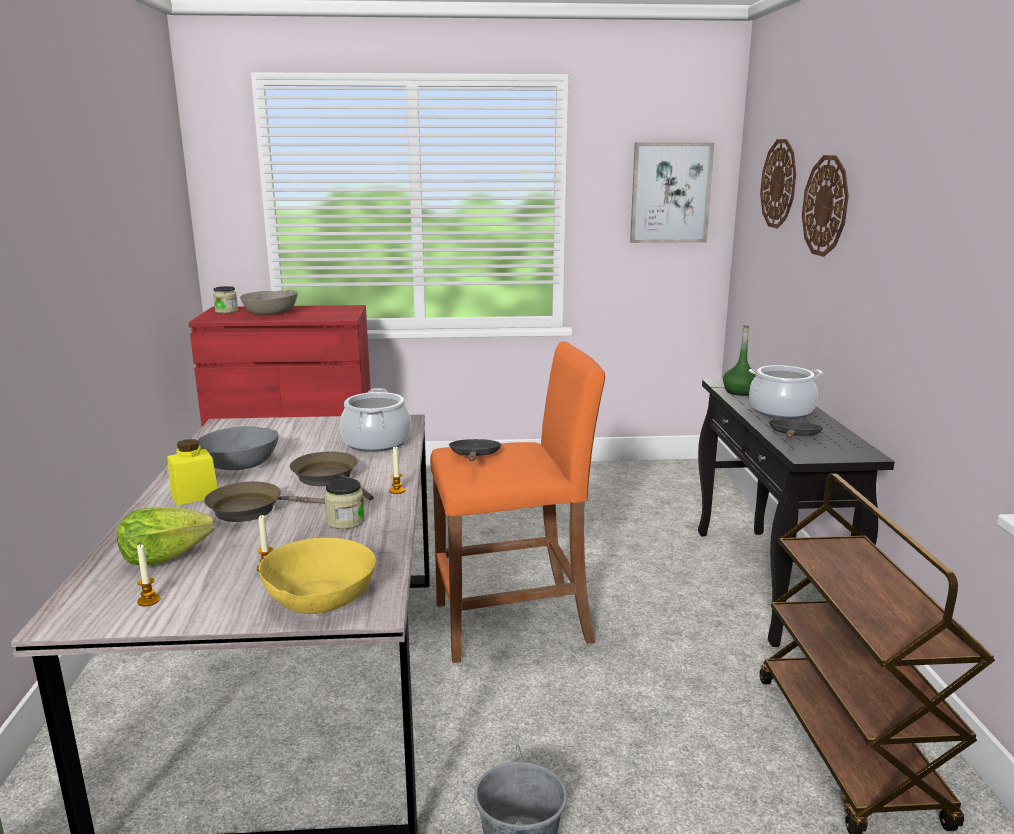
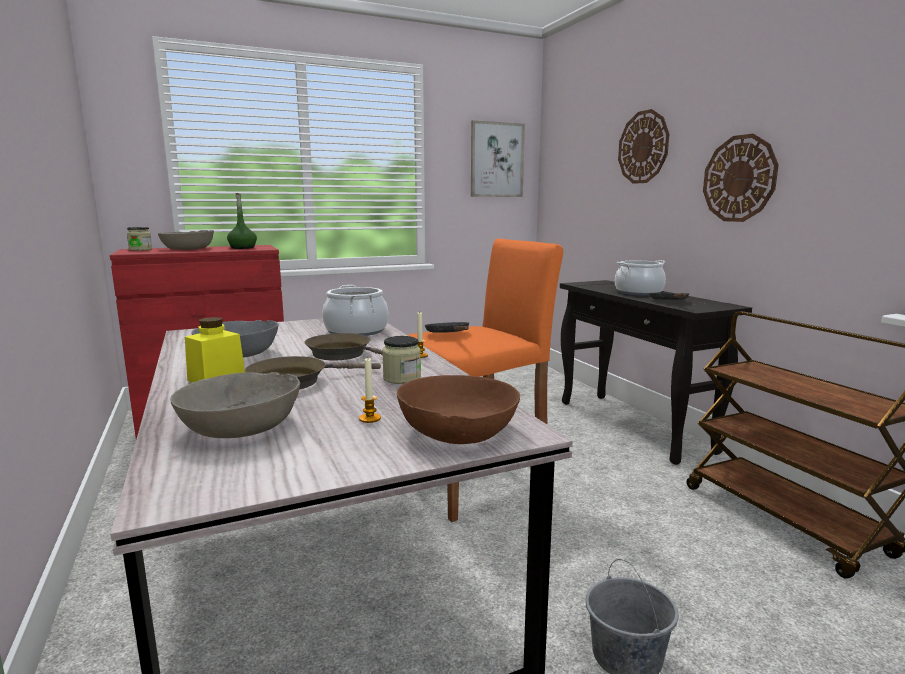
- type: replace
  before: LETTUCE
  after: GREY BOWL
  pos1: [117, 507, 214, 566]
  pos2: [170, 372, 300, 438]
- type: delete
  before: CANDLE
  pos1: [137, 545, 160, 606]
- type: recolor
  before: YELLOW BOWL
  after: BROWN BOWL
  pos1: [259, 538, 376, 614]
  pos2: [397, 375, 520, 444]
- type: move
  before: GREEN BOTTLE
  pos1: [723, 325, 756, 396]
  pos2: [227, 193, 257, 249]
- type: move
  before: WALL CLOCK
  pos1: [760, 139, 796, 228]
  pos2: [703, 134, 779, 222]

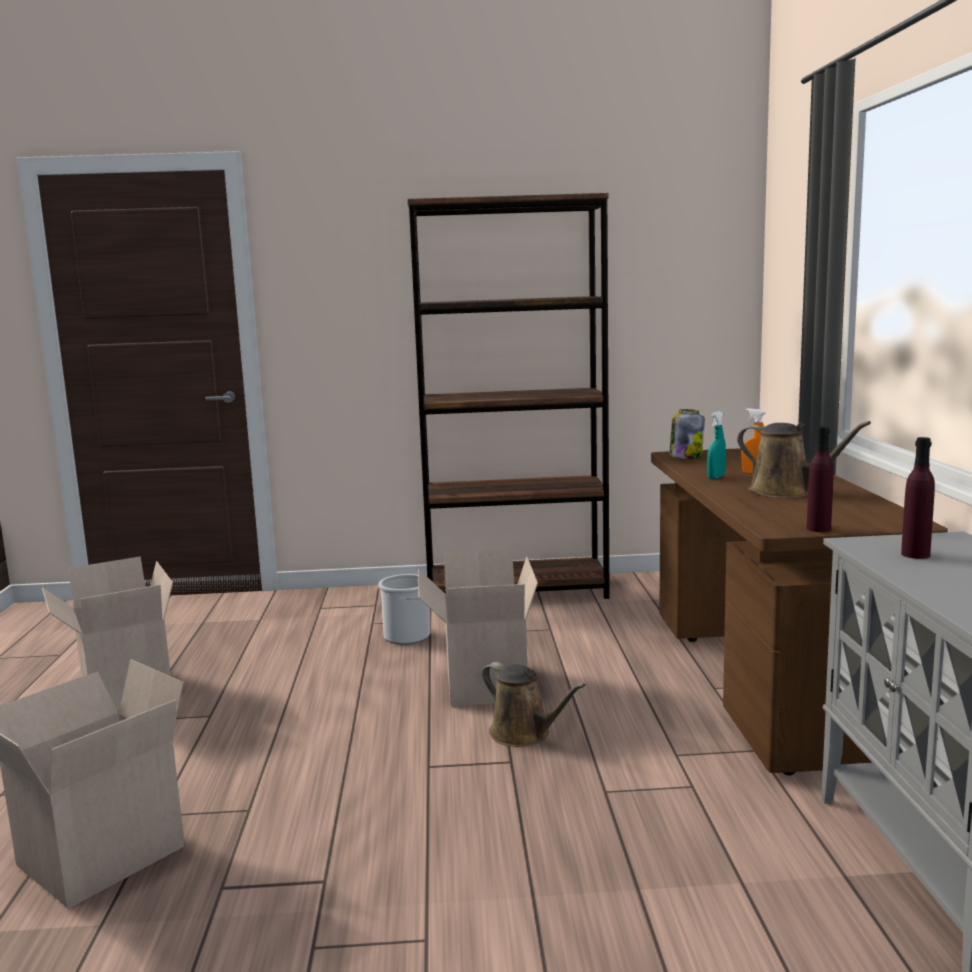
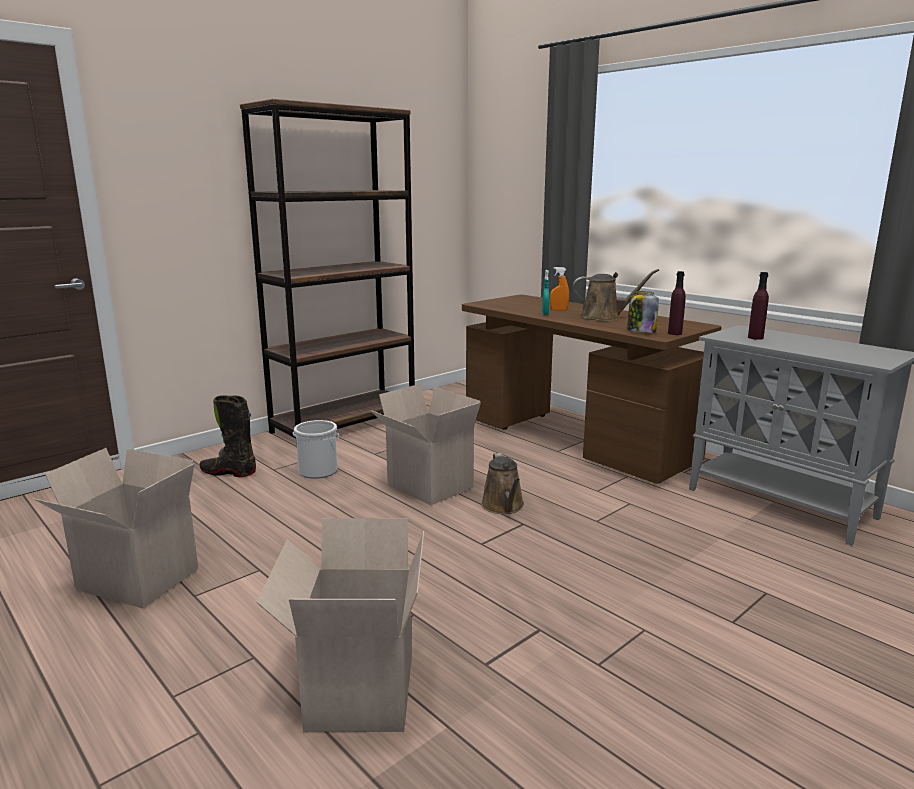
- type: rotate
  before: BROWN WATERING CAN
  pos1: [482, 662, 586, 747]
  pos2: [481, 453, 524, 514]
  turn: 75
- type: move
  before: JAR
  pos1: [669, 409, 705, 459]
  pos2: [627, 291, 659, 333]
- type: insert
  after: BLACK BOOT
  pos2: [200, 395, 256, 477]

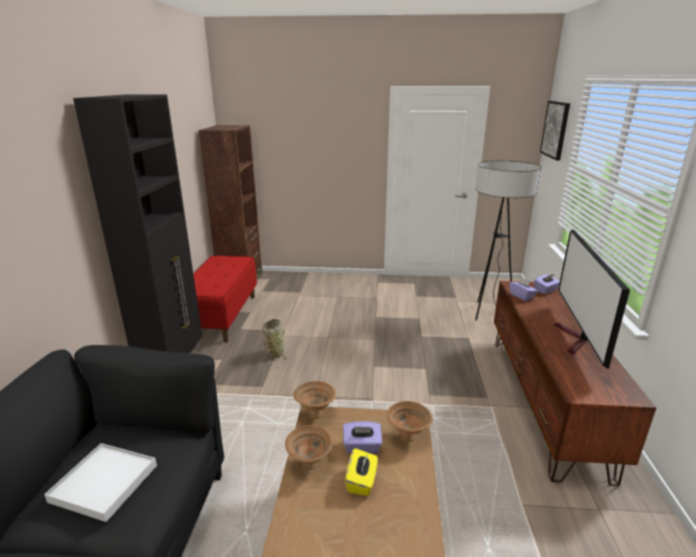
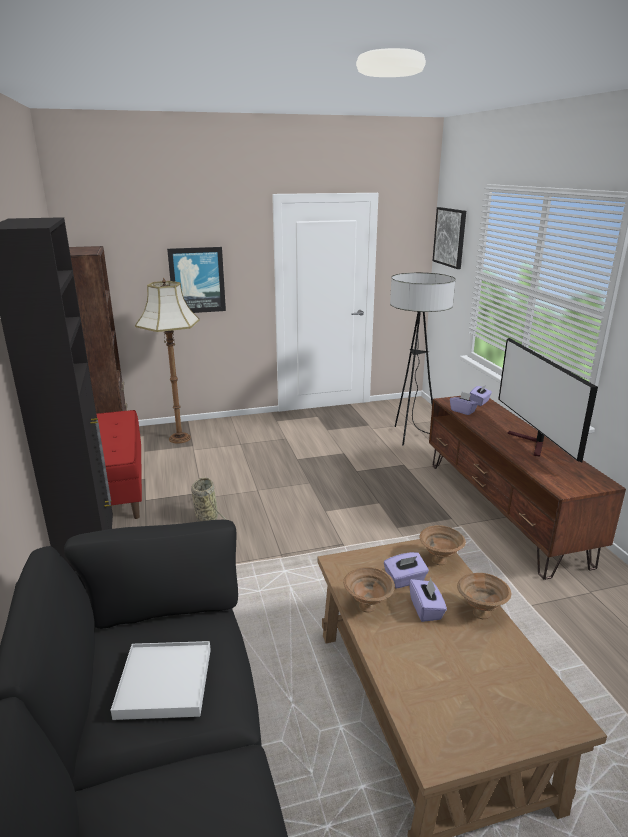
- type: move
  before: BROWN BOWL
  pos1: [293, 381, 336, 419]
  pos2: [457, 573, 511, 619]
- type: recolor
  before: YELLOW TISSUE BOX
  after: PURPLE TISSUE BOX
  pos1: [345, 448, 378, 496]
  pos2: [409, 578, 447, 622]
- type: insert
  after: FLOOR LAMP
  pos2: [135, 278, 200, 444]
- type: insert
  after: PICTURE
  pos2: [167, 247, 226, 313]

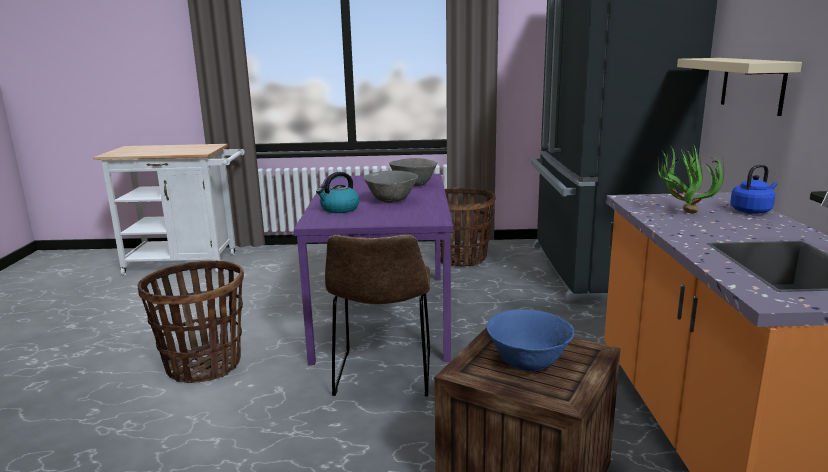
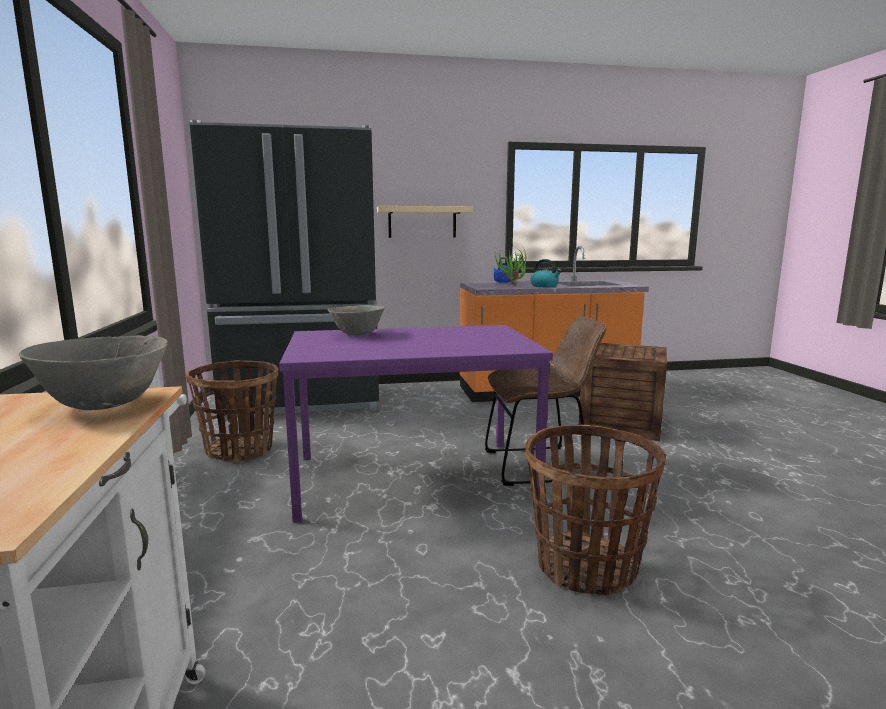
- type: move
  before: KETTLE
  pos1: [316, 172, 360, 213]
  pos2: [530, 259, 562, 287]
- type: move
  before: GREY BOWL
  pos1: [364, 171, 418, 203]
  pos2: [19, 335, 168, 410]
- type: delete
  before: BLUE BOWL
  pos1: [487, 309, 574, 371]

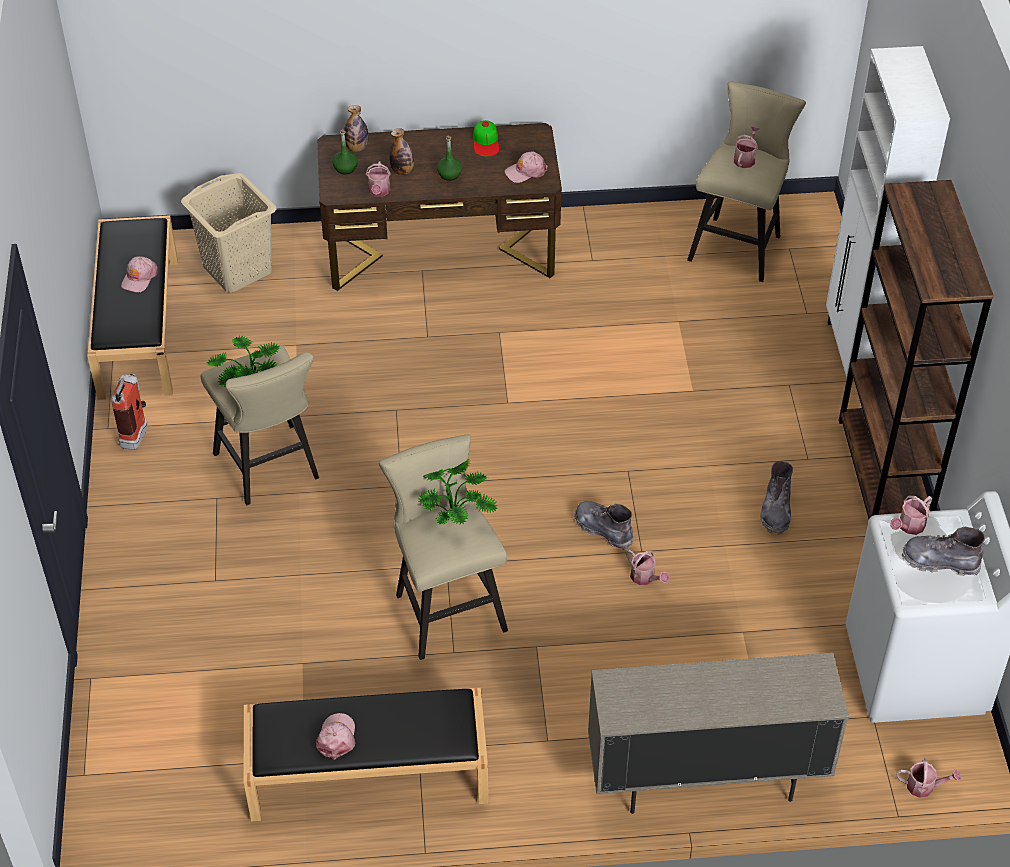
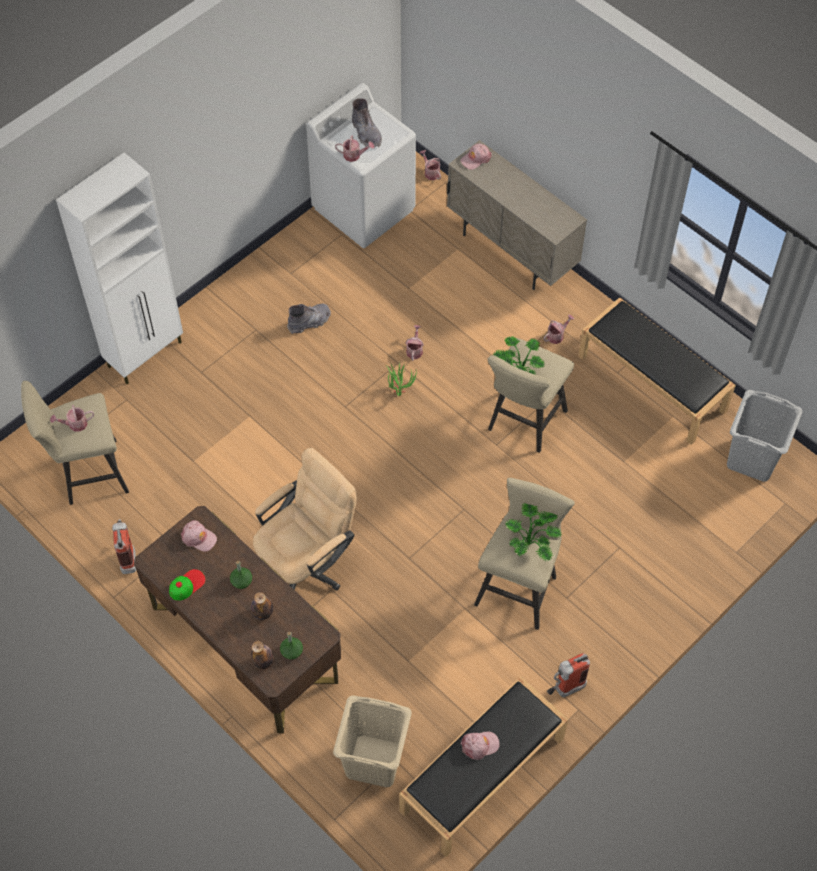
- type: move
  before: PINK CAP
  pos1: [316, 713, 355, 759]
  pos2: [460, 143, 492, 170]
- type: move
  before: WATERING CAN
  pos1: [366, 161, 391, 197]
  pos2: [543, 315, 574, 344]
- type: replace
  before: GREY BOOT
  after: POTTED PLANT
  pos1: [574, 501, 634, 550]
  pos2: [387, 362, 418, 396]
- type: delete
  before: BROWN BOOKCASE
  pos1: [839, 180, 994, 519]
- type: insert
  after: FIRE EXTINGUISHER
  pos2: [112, 519, 136, 574]
- type: insert
  after: BEIGE OFFICE CHAIR
  pos2: [253, 448, 357, 591]
- type: insert
  after: GREY LAUNDRY BASKET
  pos2: [727, 390, 802, 482]

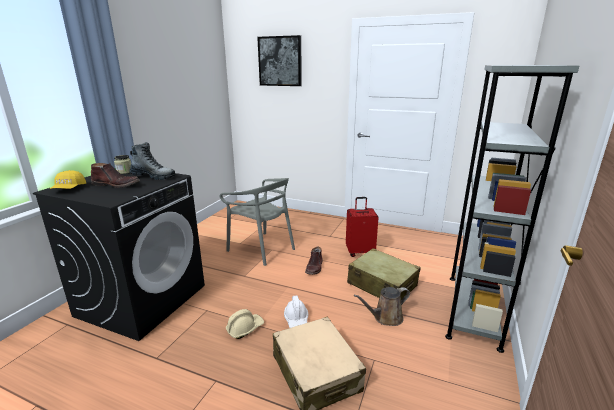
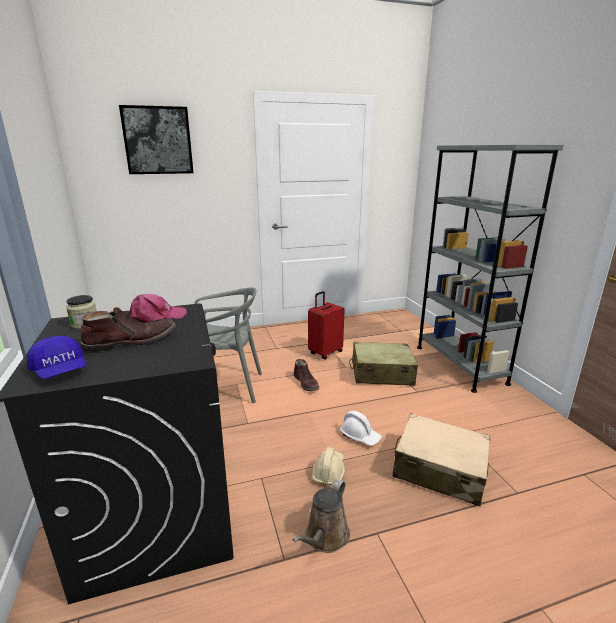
- type: recolor
  before: YELLOW CAP
  after: BLUE CAP
  pos1: [50, 170, 86, 189]
  pos2: [27, 336, 86, 379]
- type: replace
  before: BOOT
  after: PINK CAP
  pos1: [130, 142, 176, 180]
  pos2: [128, 294, 187, 324]
- type: move
  before: BROWN WATERING CAN
  pos1: [354, 287, 410, 326]
  pos2: [292, 479, 350, 553]

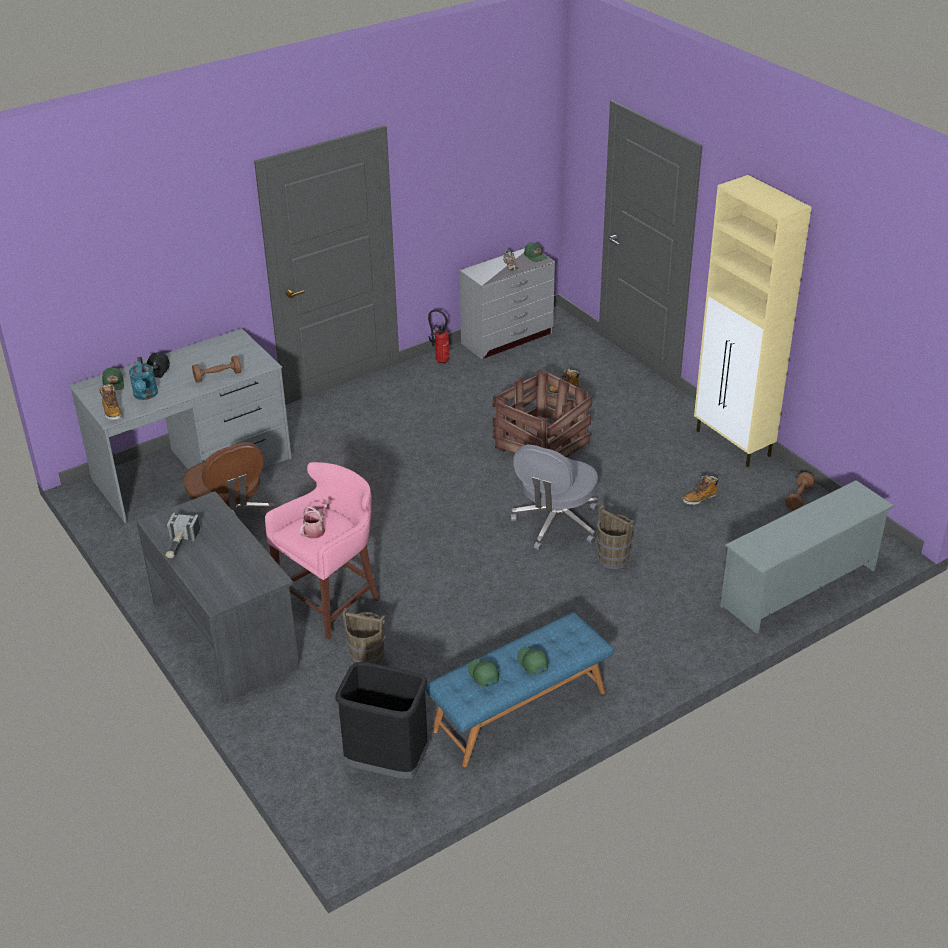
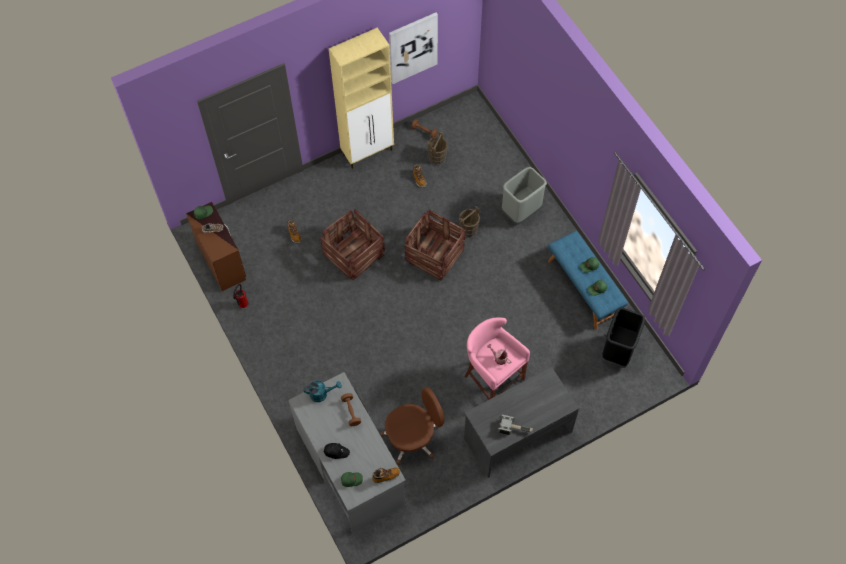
- type: move
  before: TURQUOISE WATERING CAN
  pos1: [129, 357, 158, 400]
  pos2: [304, 381, 342, 402]
- type: move
  before: BROWN BUCKET
  pos1: [342, 608, 385, 665]
  pos2: [427, 132, 448, 166]
- type: recolor
  before: GREY DRESSER
  after: BROWN DRESSER
  pos1: [460, 248, 555, 359]
  pos2: [186, 202, 246, 291]
- type: replace
  before: GREY OFFICE CHAIR
  after: CRATE
  pos1: [510, 445, 598, 551]
  pos2: [404, 209, 466, 281]
- type: delete
  before: GREY SHOE RACK
  pos1: [720, 480, 895, 634]
- type: insert
  after: PICTURE
  pos2: [389, 12, 438, 84]
- type: insert
  after: GREY TRASH CAN
  pos2: [502, 167, 547, 225]

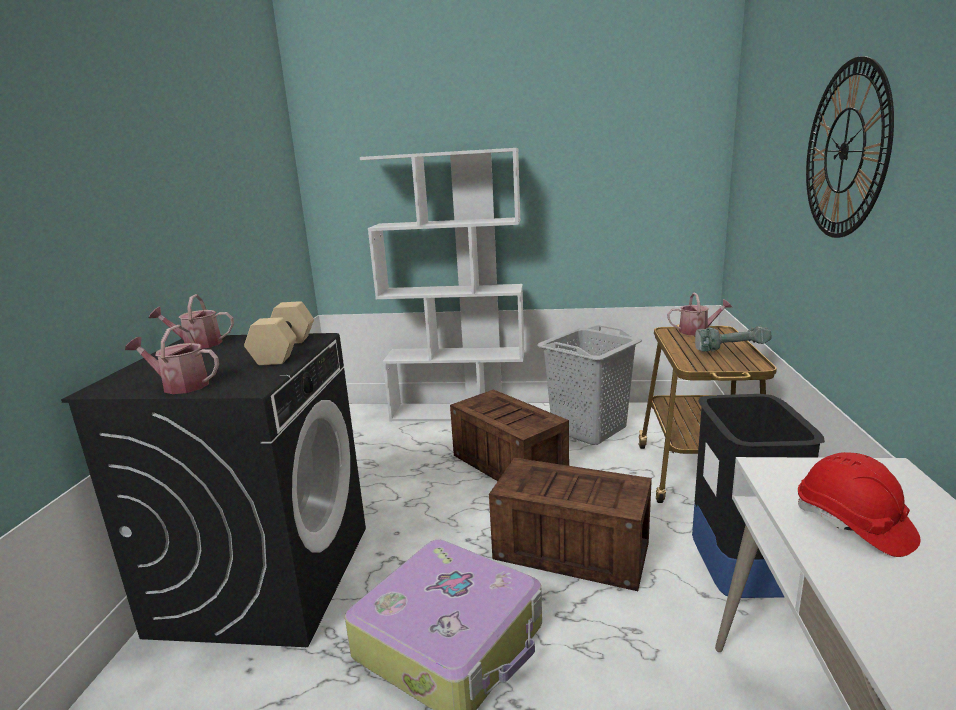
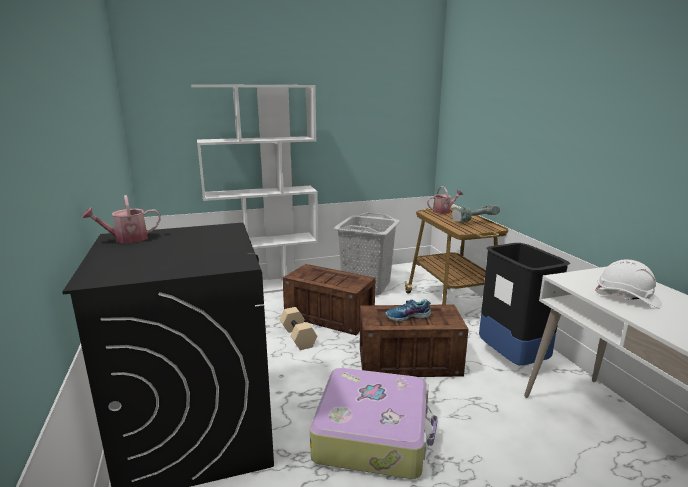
- type: delete
  before: WATERING CAN
  pos1: [125, 325, 219, 394]
- type: move
  before: BEIGE DUMBBELL
  pos1: [244, 301, 314, 365]
  pos2: [280, 307, 317, 350]
- type: recolor
  before: RED HARD HAT
  after: WHITE HARD HAT
  pos1: [798, 452, 921, 557]
  pos2: [594, 259, 662, 308]
- type: delete
  before: WALL CLOCK
  pos1: [806, 56, 894, 238]
- type: insert
  after: SHOE
  pos2: [385, 299, 431, 322]

